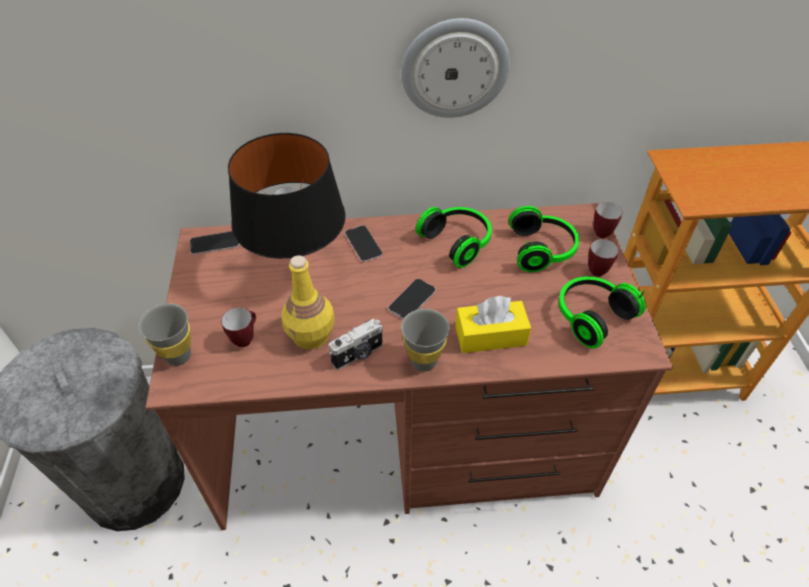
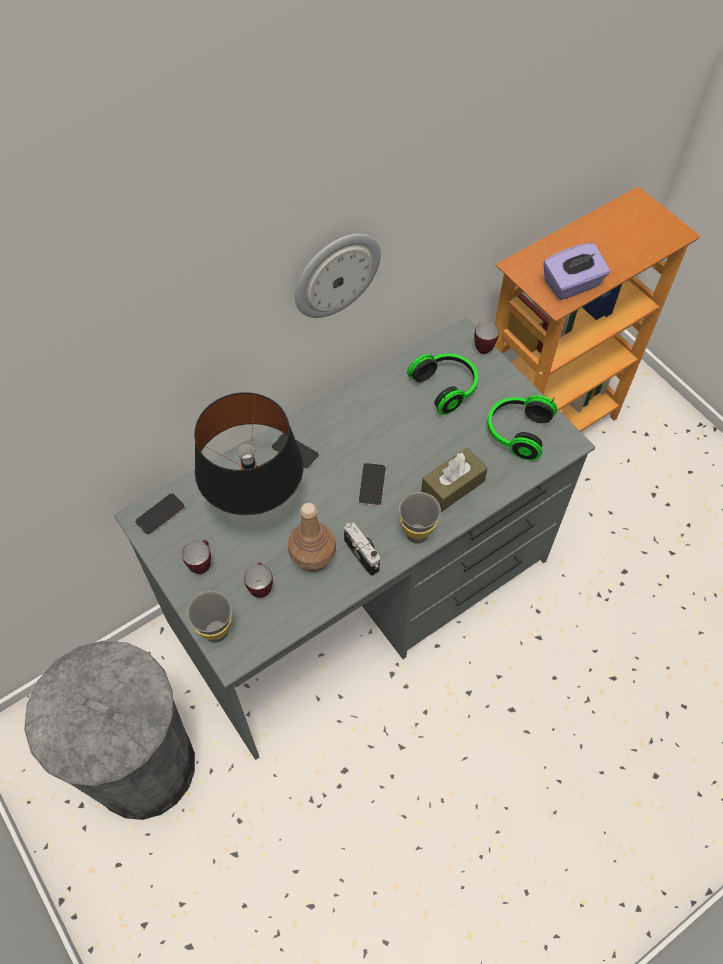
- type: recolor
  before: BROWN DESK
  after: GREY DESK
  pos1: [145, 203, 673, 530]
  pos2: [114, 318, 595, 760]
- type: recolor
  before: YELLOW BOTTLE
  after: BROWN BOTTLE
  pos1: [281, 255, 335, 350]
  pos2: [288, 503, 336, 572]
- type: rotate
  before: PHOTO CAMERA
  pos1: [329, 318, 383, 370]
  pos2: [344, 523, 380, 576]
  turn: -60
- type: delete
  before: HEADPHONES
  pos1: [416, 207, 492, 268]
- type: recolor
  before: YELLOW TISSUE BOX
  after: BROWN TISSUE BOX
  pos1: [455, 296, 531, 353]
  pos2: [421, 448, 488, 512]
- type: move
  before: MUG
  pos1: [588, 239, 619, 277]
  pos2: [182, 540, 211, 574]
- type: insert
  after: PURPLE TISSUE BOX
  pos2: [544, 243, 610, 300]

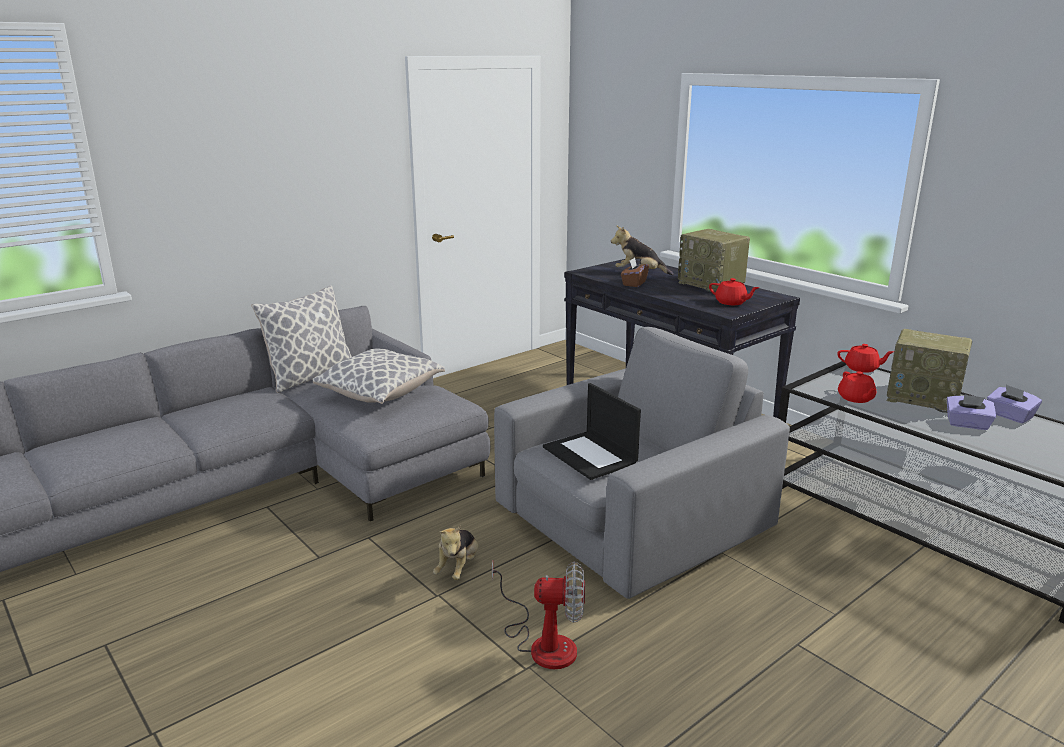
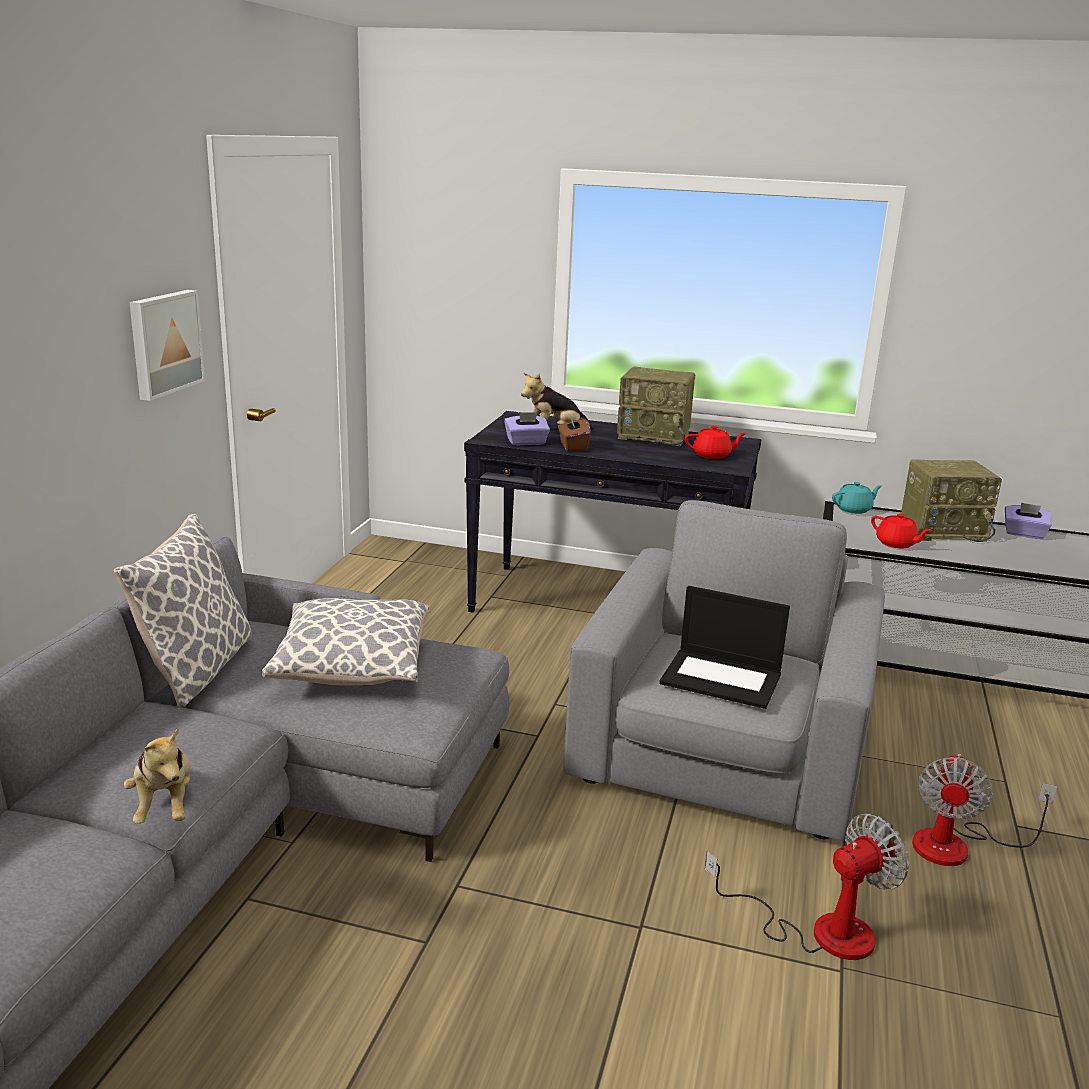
- type: move
  before: PLUSH TOY
  pos1: [433, 525, 478, 580]
  pos2: [124, 727, 191, 824]
- type: recolor
  before: RED TEAPOT
  after: TURQUOISE TEAPOT
  pos1: [837, 344, 894, 373]
  pos2: [832, 482, 882, 514]
- type: move
  before: PURPLE TISSUE BOX
  pos1: [947, 394, 996, 430]
  pos2: [504, 412, 550, 445]
- type: insert
  after: PICTURE
  pos2: [129, 290, 205, 401]
- type: insert
  after: FAN
  pos2: [912, 754, 1057, 866]

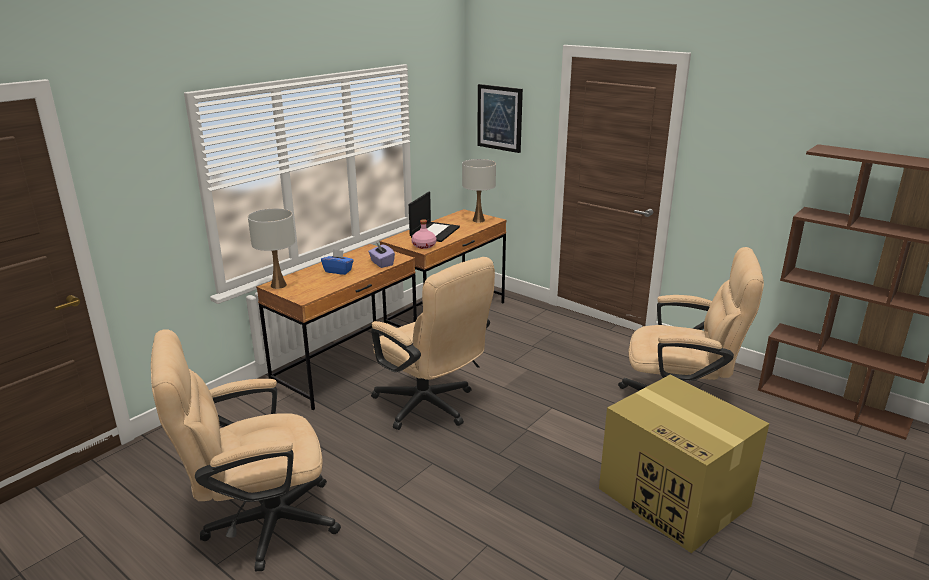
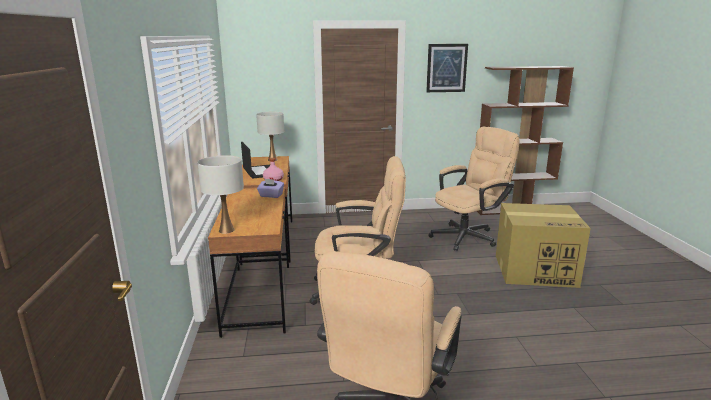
- type: delete
  before: BLUE TISSUE BOX
  pos1: [321, 249, 354, 275]
- type: move
  before: PICTURE
  pos1: [477, 84, 523, 153]
  pos2: [426, 44, 468, 92]

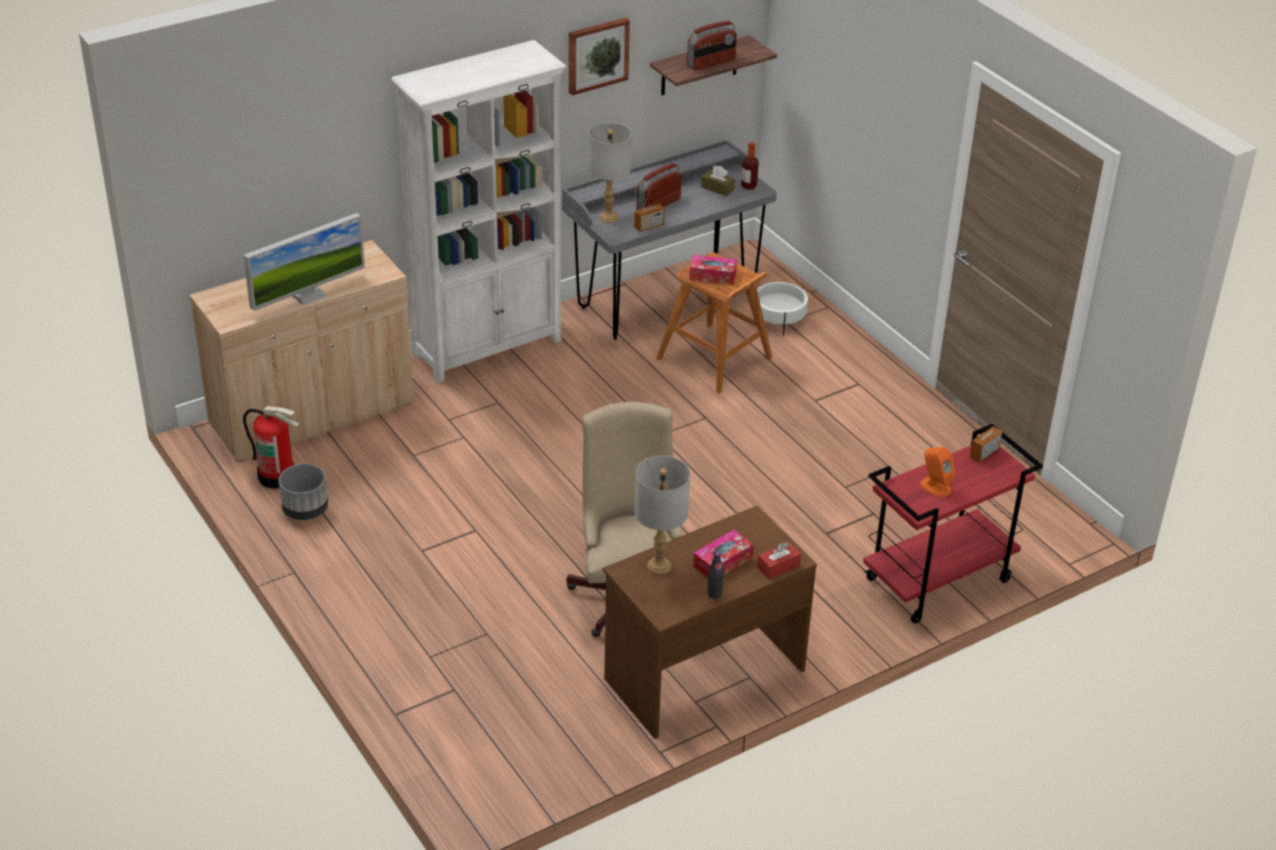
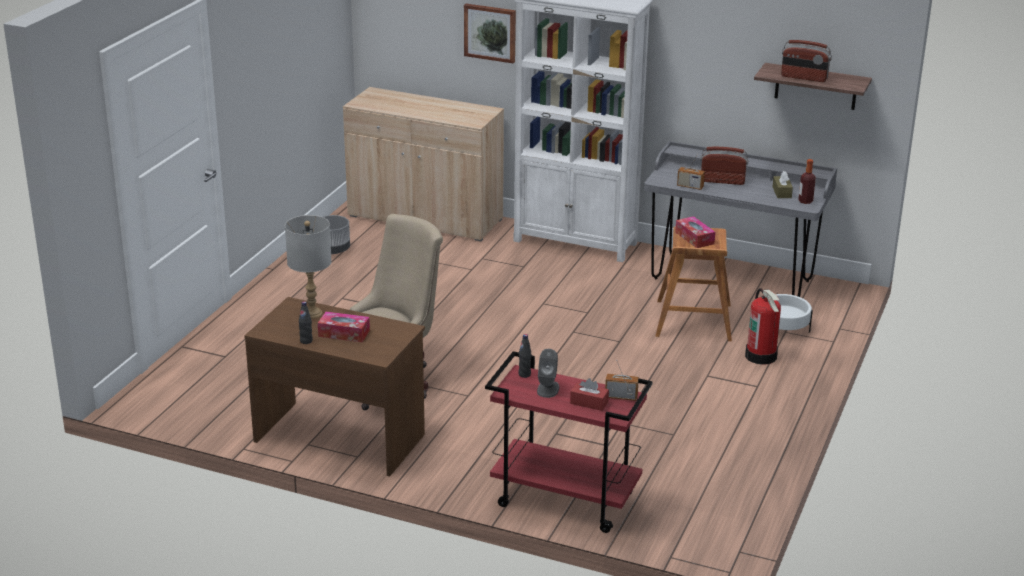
- type: delete
  before: MONITOR
  pos1: [243, 213, 365, 311]
- type: move
  before: FIRE EXTINGUISHER
  pos1: [243, 406, 300, 489]
  pos2: [745, 288, 781, 364]
- type: move
  before: PICTURE
  pos1: [569, 18, 630, 95]
  pos2: [464, 4, 516, 63]
- type: delete
  before: GREY TABLE LAMP
  pos1: [588, 122, 632, 223]
- type: move
  before: RED TISSUE BOX
  pos1: [757, 542, 801, 579]
  pos2: [570, 378, 609, 411]
- type: recolor
  before: ORANGE SPEAKER
  after: GREY SPEAKER
  pos1: [920, 447, 955, 497]
  pos2: [537, 349, 559, 398]
- type: insert
  after: BLACK BOTTLE
  pos2: [518, 334, 531, 378]

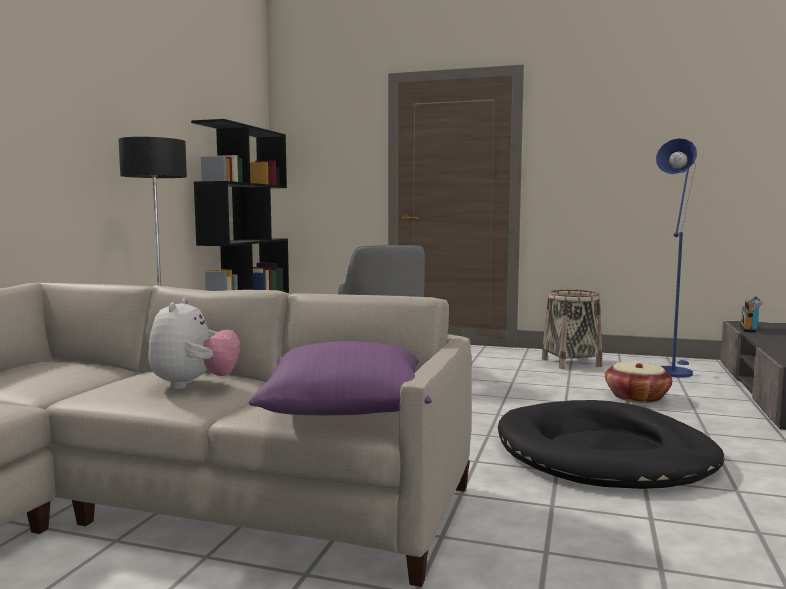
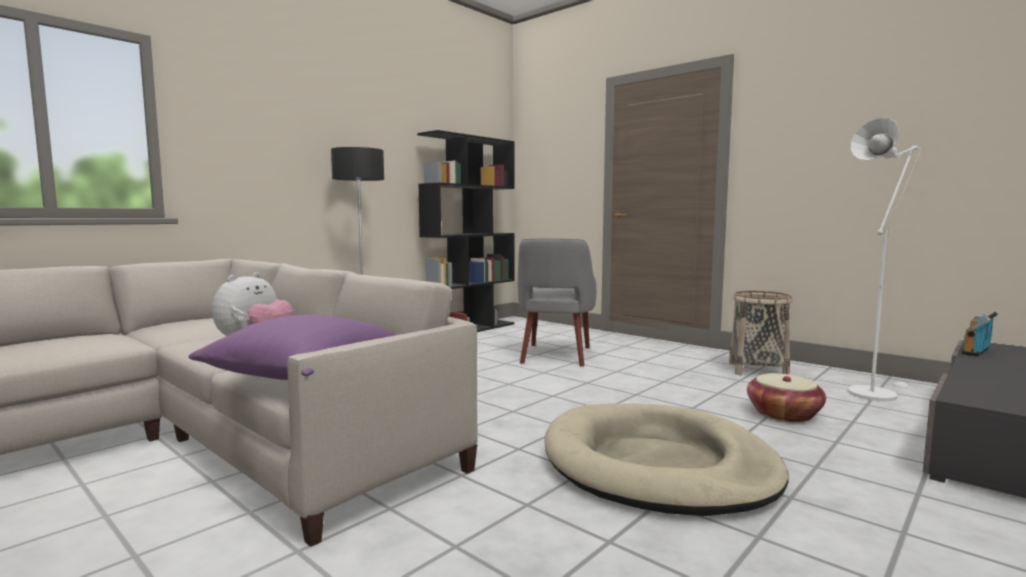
- type: recolor
  before: BLACK DOG BED
  after: BEIGE DOG BED
  pos1: [498, 400, 724, 489]
  pos2: [545, 403, 789, 516]
- type: recolor
  before: BLUE FLOOR LAMP
  after: WHITE FLOOR LAMP
  pos1: [656, 138, 697, 377]
  pos2: [848, 118, 921, 401]

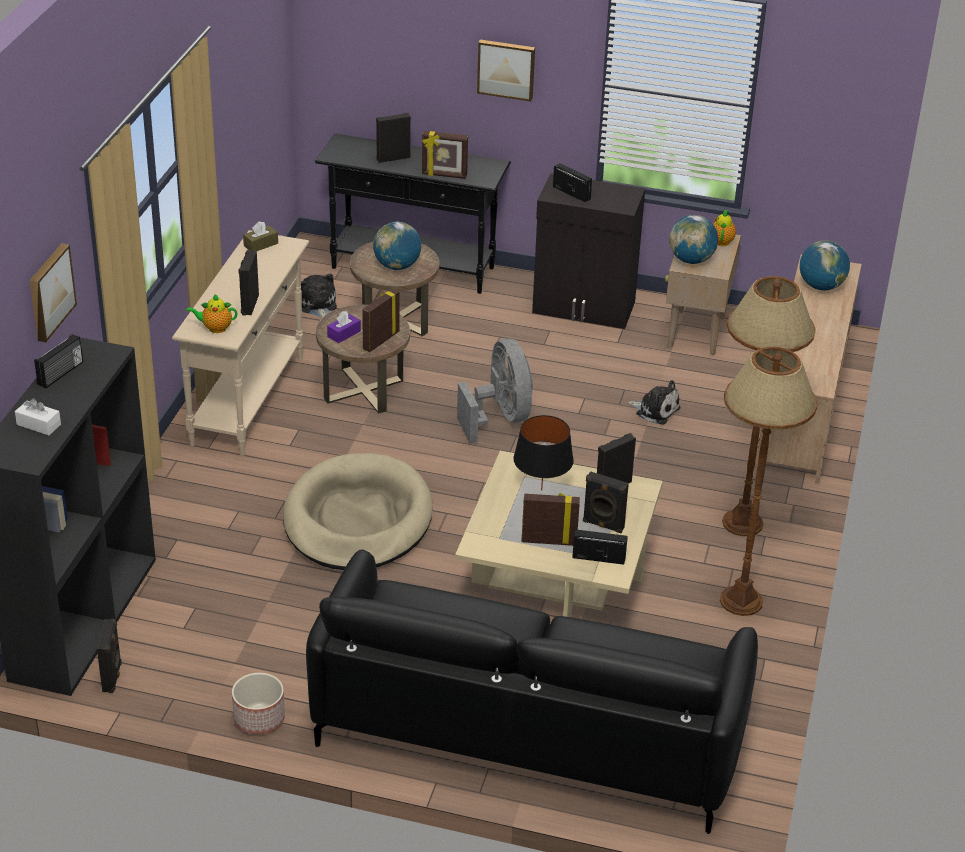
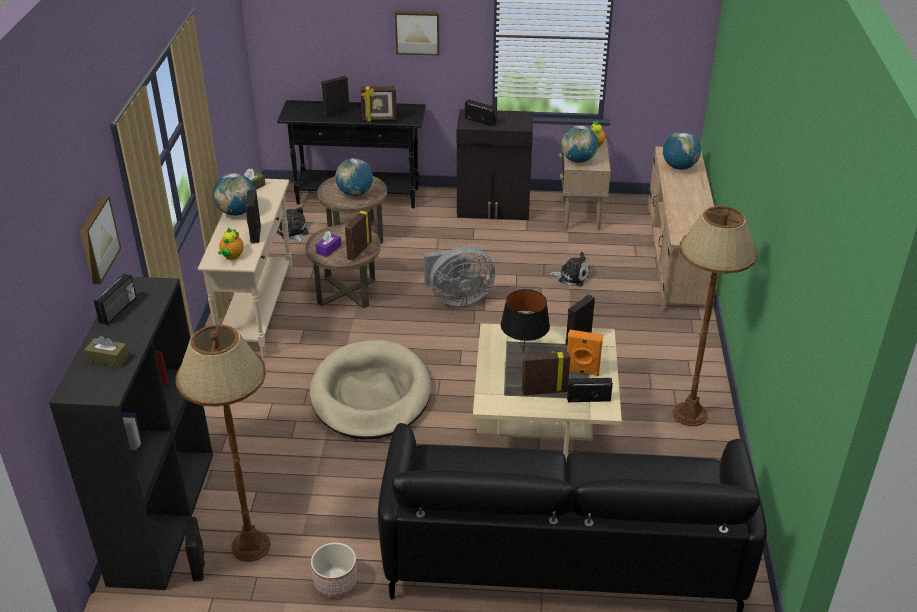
- type: recolor
  before: WHITE TISSUE BOX
  after: BROWN TISSUE BOX
  pos1: [15, 398, 61, 435]
  pos2: [84, 335, 129, 367]
- type: rotate
  before: TEAPOT
  pos1: [186, 294, 237, 333]
  pos2: [218, 228, 244, 260]
  turn: -60
- type: rotate
  before: GREY FAN
  pos1: [457, 339, 533, 443]
  pos2: [424, 246, 495, 306]
  turn: 105
- type: recolor
  before: BLACK SPEAKER
  after: ORANGE SPEAKER
  pos1: [583, 471, 629, 533]
  pos2: [567, 330, 603, 376]
- type: move
  before: BROWN FLOOR LAMP
  pos1: [722, 276, 816, 536]
  pos2: [176, 324, 271, 562]
- type: insert
  after: GLOBE
  pos2: [213, 173, 255, 216]

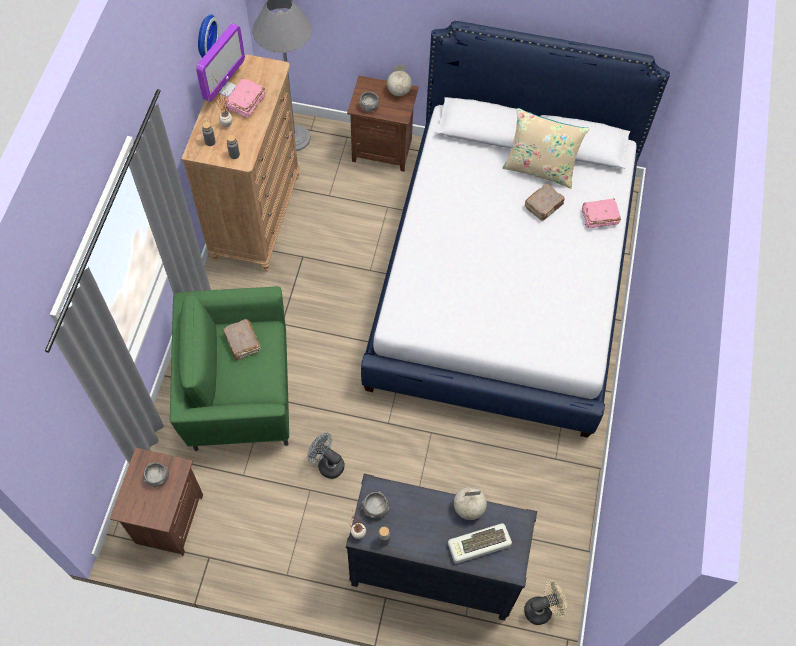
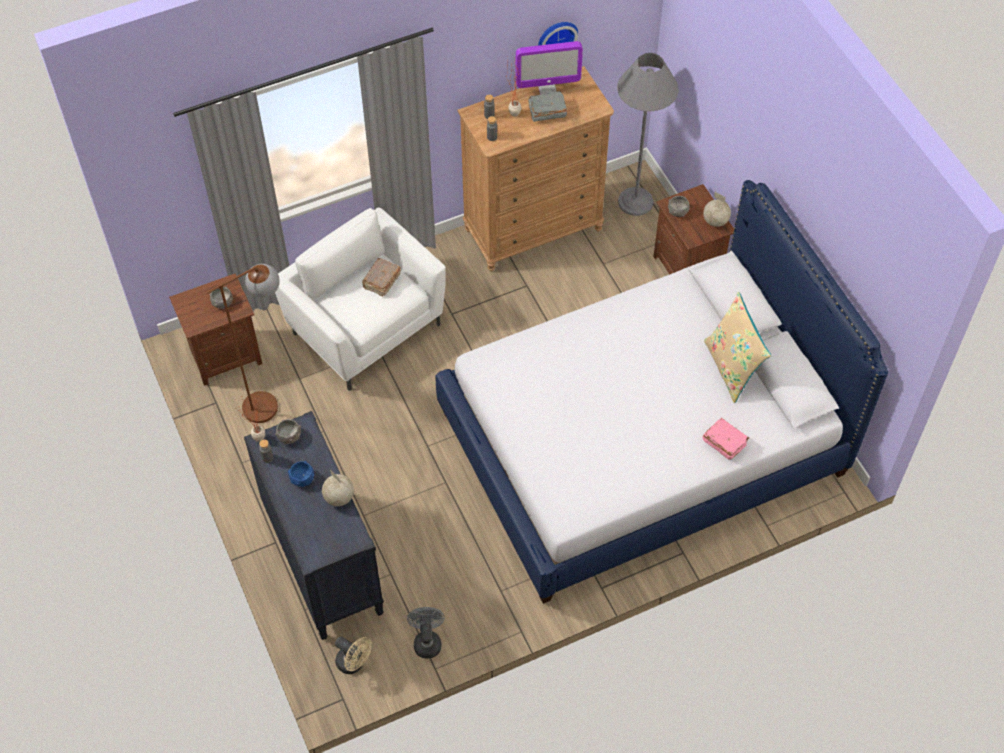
- type: recolor
  before: GREEN ARMCHAIR
  after: WHITE ARMCHAIR
  pos1: [170, 286, 289, 451]
  pos2: [275, 207, 446, 390]
- type: recolor
  before: PINK BOOK
  after: GREY BOOK
  pos1: [225, 78, 265, 118]
  pos2: [528, 91, 567, 122]
- type: move
  before: GREY FAN
  pos1: [308, 433, 345, 479]
  pos2: [407, 607, 445, 658]
- type: delete
  before: KEYBOARD
  pos1: [448, 523, 512, 563]
- type: delete
  before: BROWN BOOK
  pos1: [525, 184, 565, 221]
- type: insert
  after: BROWN FLOOR LAMP
  pos2: [207, 264, 280, 423]
- type: insert
  after: BLUE BOWL
  pos2: [288, 461, 314, 487]

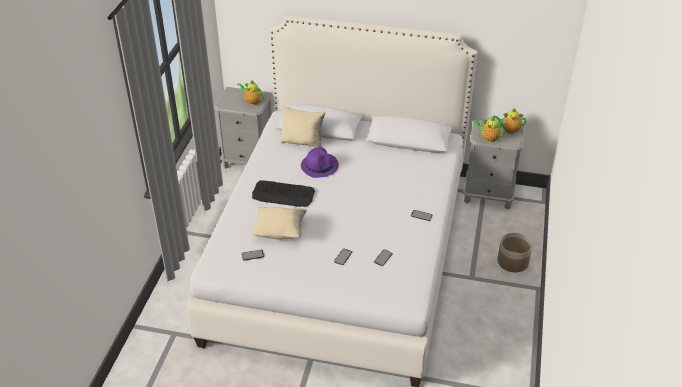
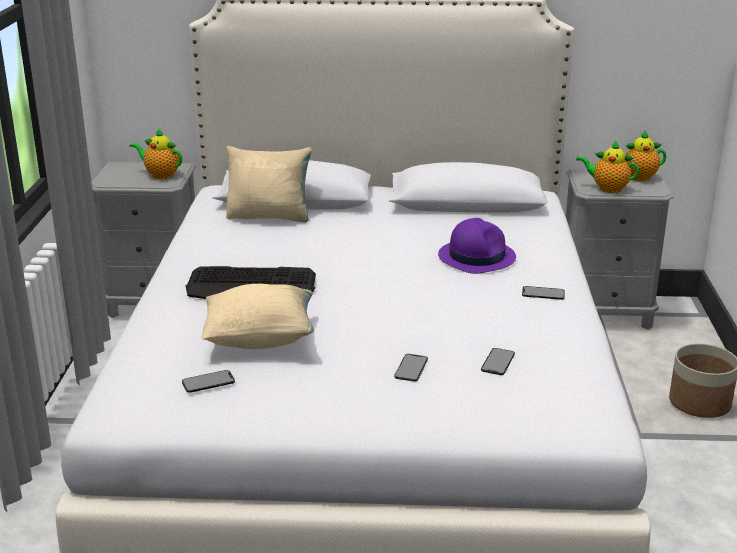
- type: move
  before: PURPLE HAT
  pos1: [301, 147, 339, 178]
  pos2: [438, 218, 516, 274]

